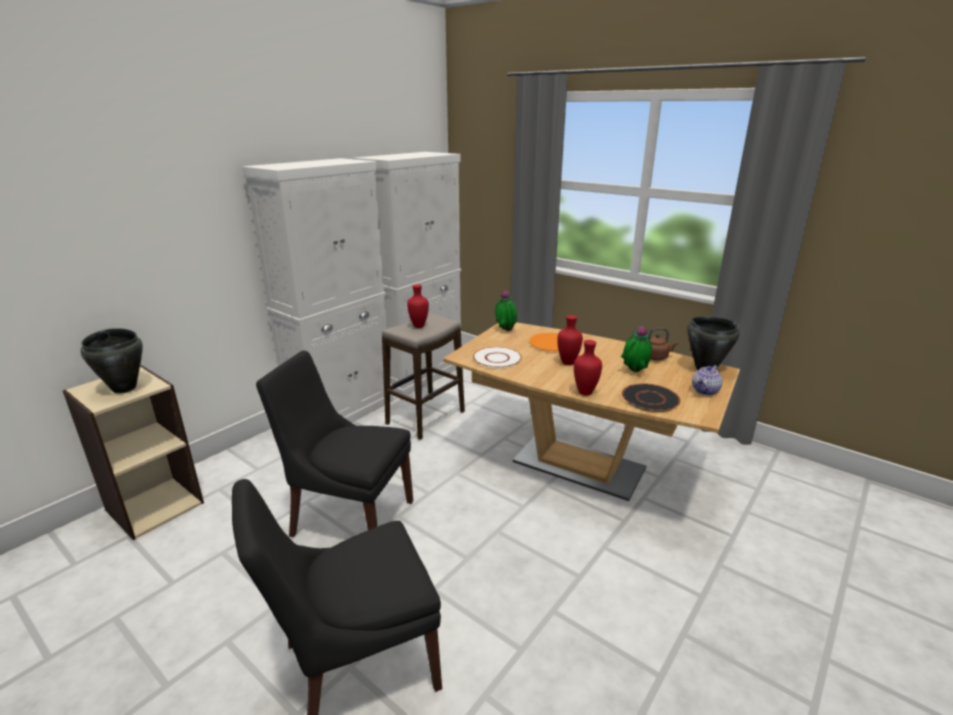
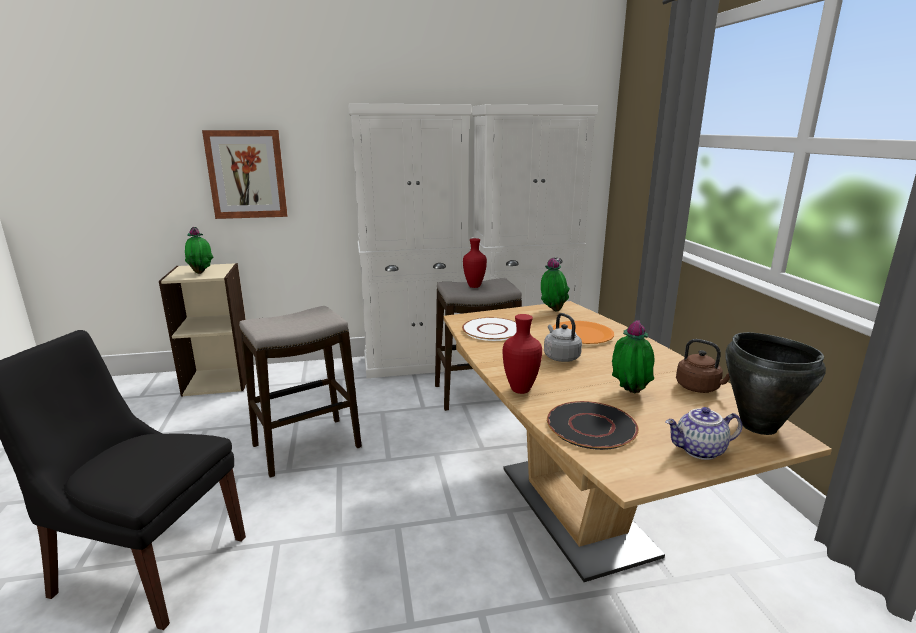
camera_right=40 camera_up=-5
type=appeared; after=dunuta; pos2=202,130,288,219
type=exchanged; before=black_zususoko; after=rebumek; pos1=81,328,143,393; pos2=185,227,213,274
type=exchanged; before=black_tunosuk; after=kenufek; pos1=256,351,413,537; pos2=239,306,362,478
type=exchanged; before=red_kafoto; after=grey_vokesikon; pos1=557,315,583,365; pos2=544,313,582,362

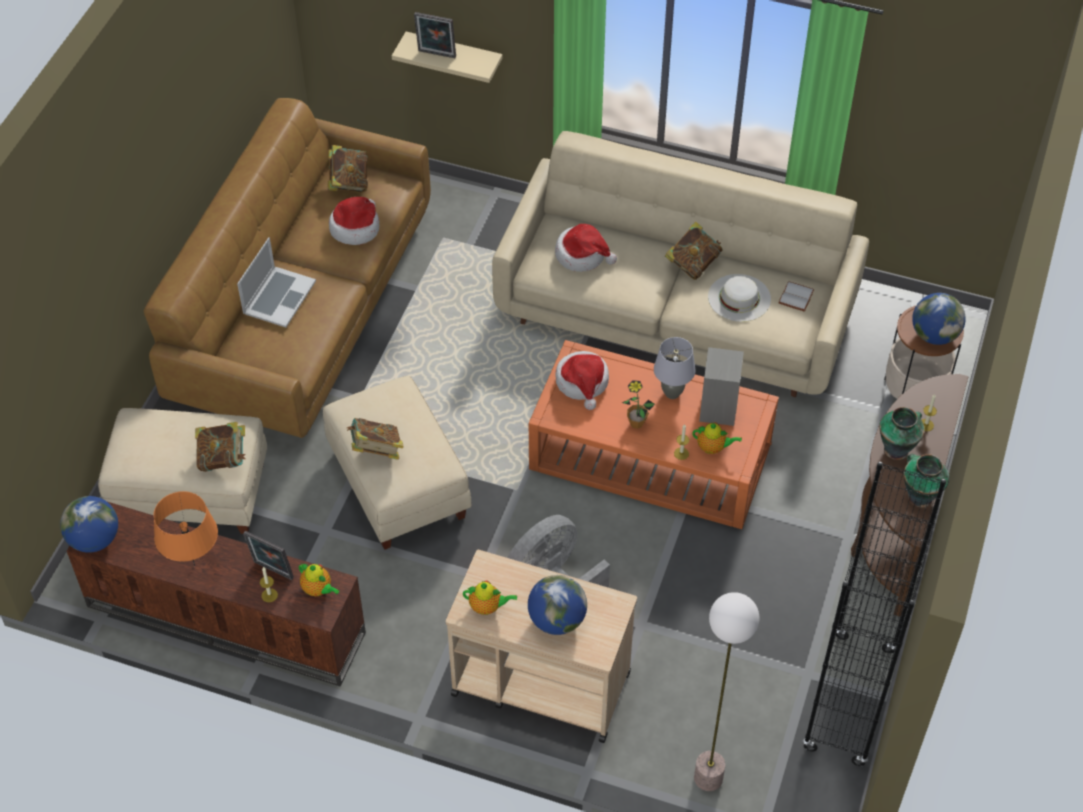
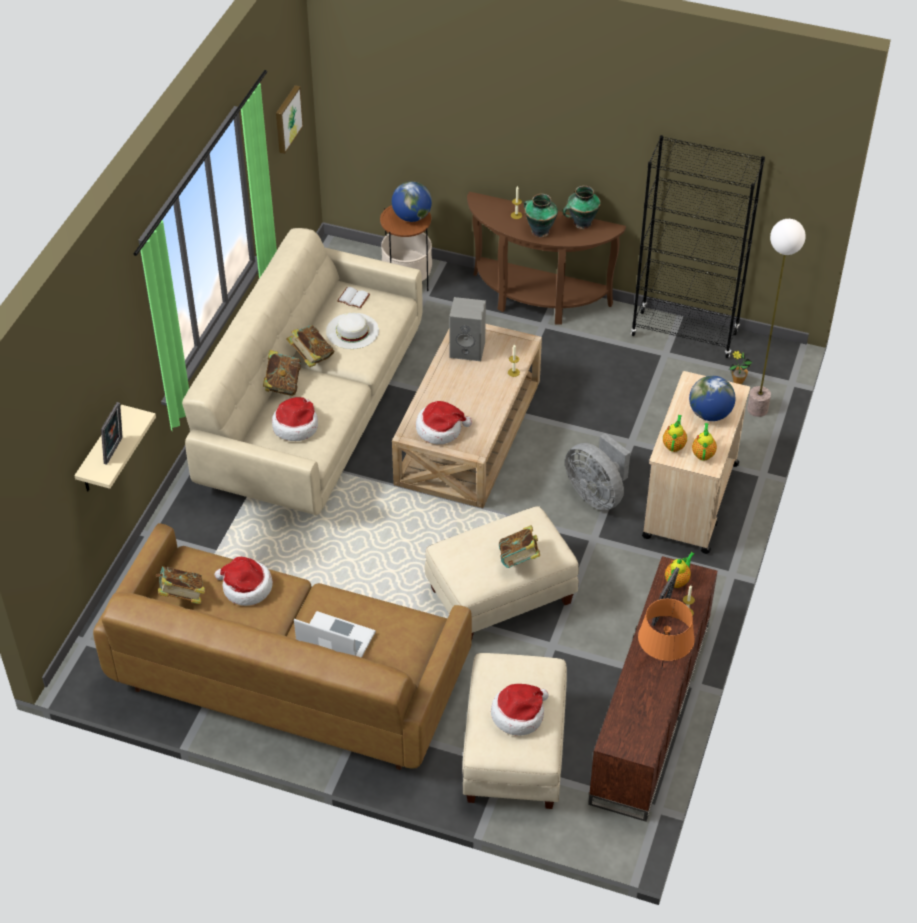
camera_right=-90 camera_up=-5
type=missing; before=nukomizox; pos1=60,496,118,553
type=missing; before=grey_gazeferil; pos1=654,337,696,399
type=appeared; after=dunuta; pos2=276,85,304,154
type=appeared; after=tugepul; pos2=491,684,549,736
type=relocated; before=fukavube; pos1=195,422,246,472; pos2=263,350,301,396
type=relocated; before=rebumek; pos1=621,380,655,429; pos2=729,350,752,384
type=relocated; before=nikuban; pos1=692,422,742,454; pos2=663,415,687,452
type=colour; before=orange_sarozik; after=beige_sarozik; pos1=529,340,779,529; pos2=392,324,542,508

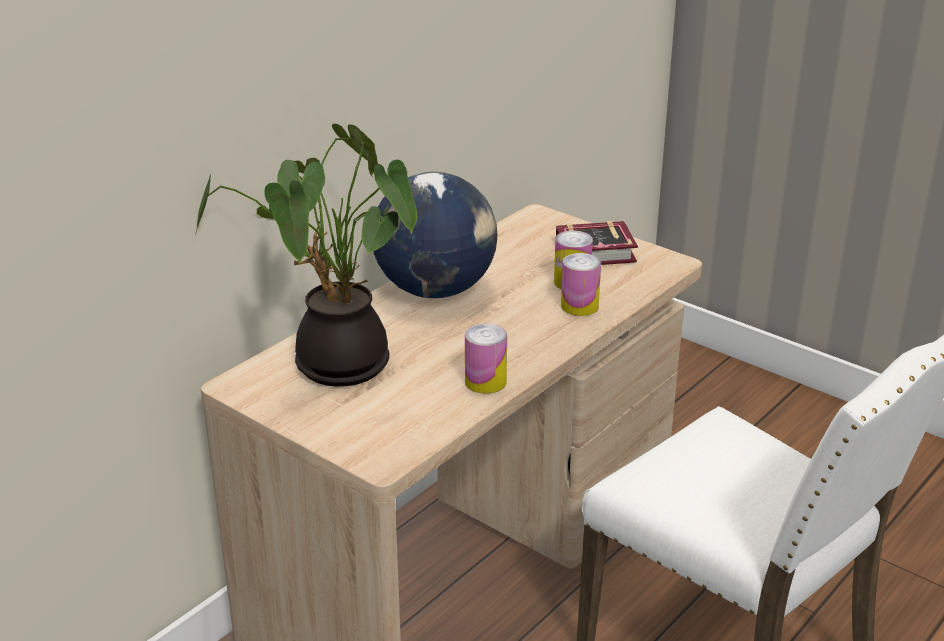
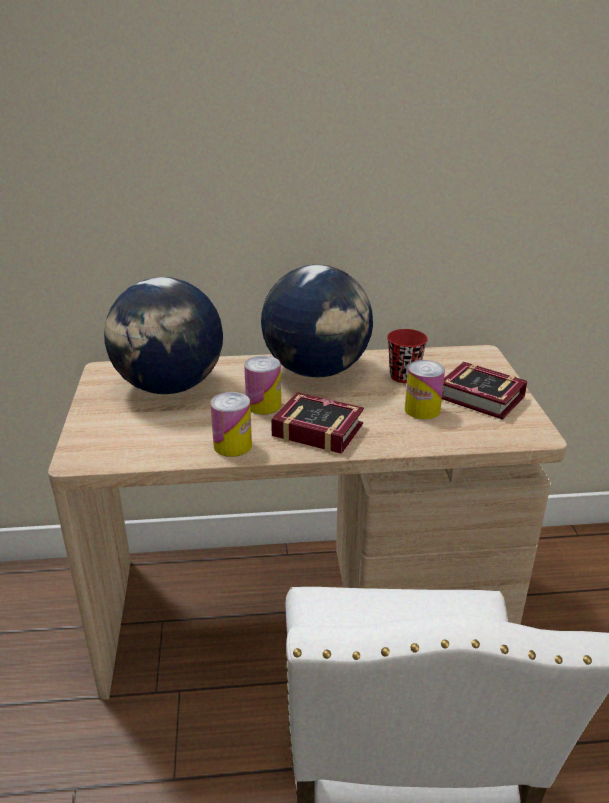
camera_right=45 camera_up=0
type=appeared; after=fukavube; pos2=271,392,364,454
type=appeared; after=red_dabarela; pos2=387,329,428,383
type=relocated; before=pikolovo; pos1=561,253,601,316; pos2=244,356,281,415
type=exchanged; before=rebumek; after=nukomizox; pos1=195,124,417,387; pos2=104,277,223,394

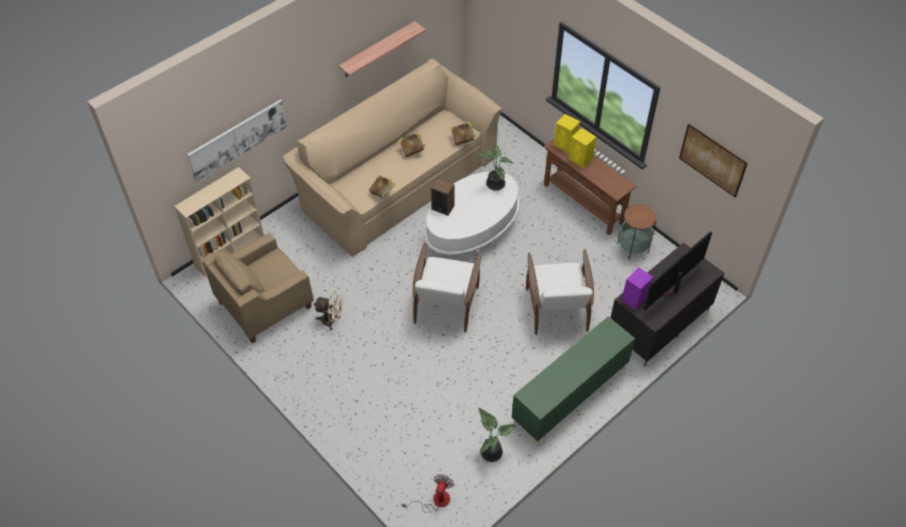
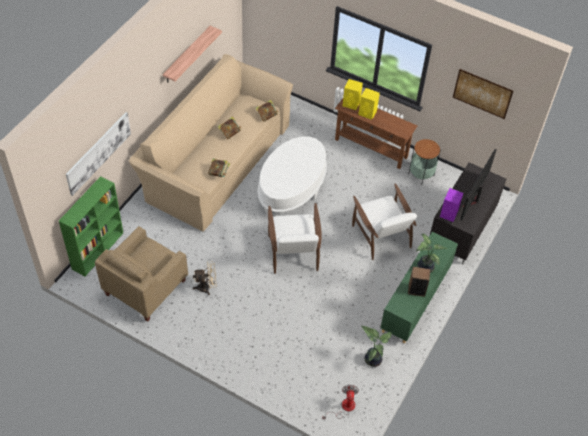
camera_right=-20 camera_up=0
type=relocated; before=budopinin; pos1=431,178,454,216; pos2=408,267,430,297
type=relocated; before=rebumek; pos1=476,145,514,191; pos2=416,234,447,273
type=colour; before=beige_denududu; after=green_denududu; pos1=174,167,264,277; pos2=59,176,123,276

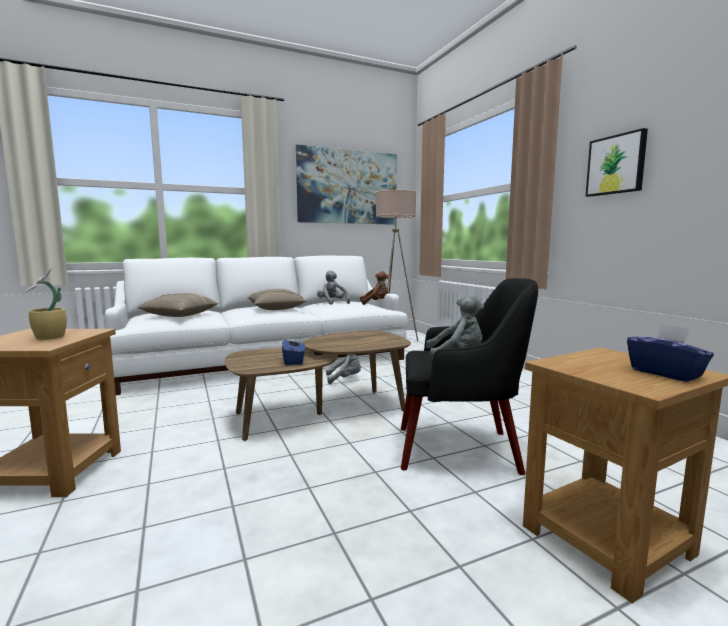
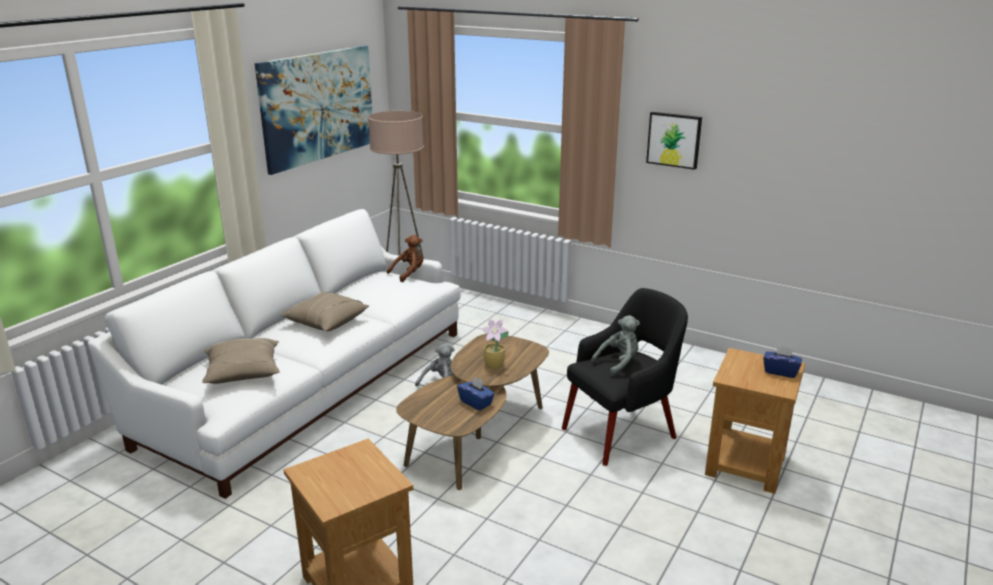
camera_right=-35 camera_up=15
type=missing; before=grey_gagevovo; pos1=317,270,350,305
type=relocated; before=rebumek; pos1=25,267,67,340; pos2=481,318,509,369

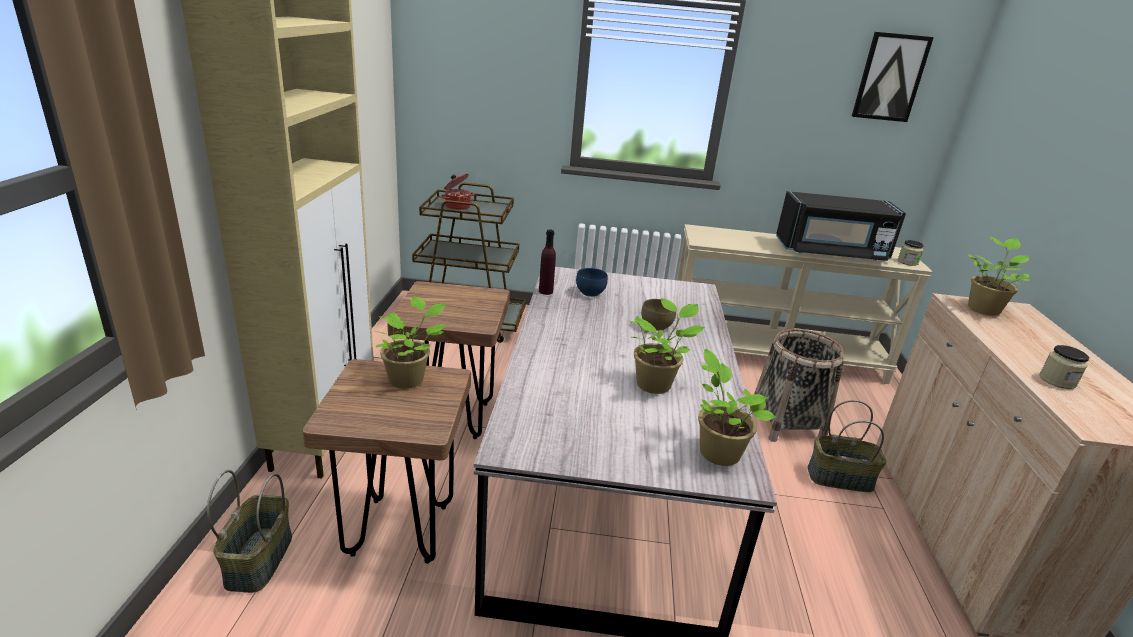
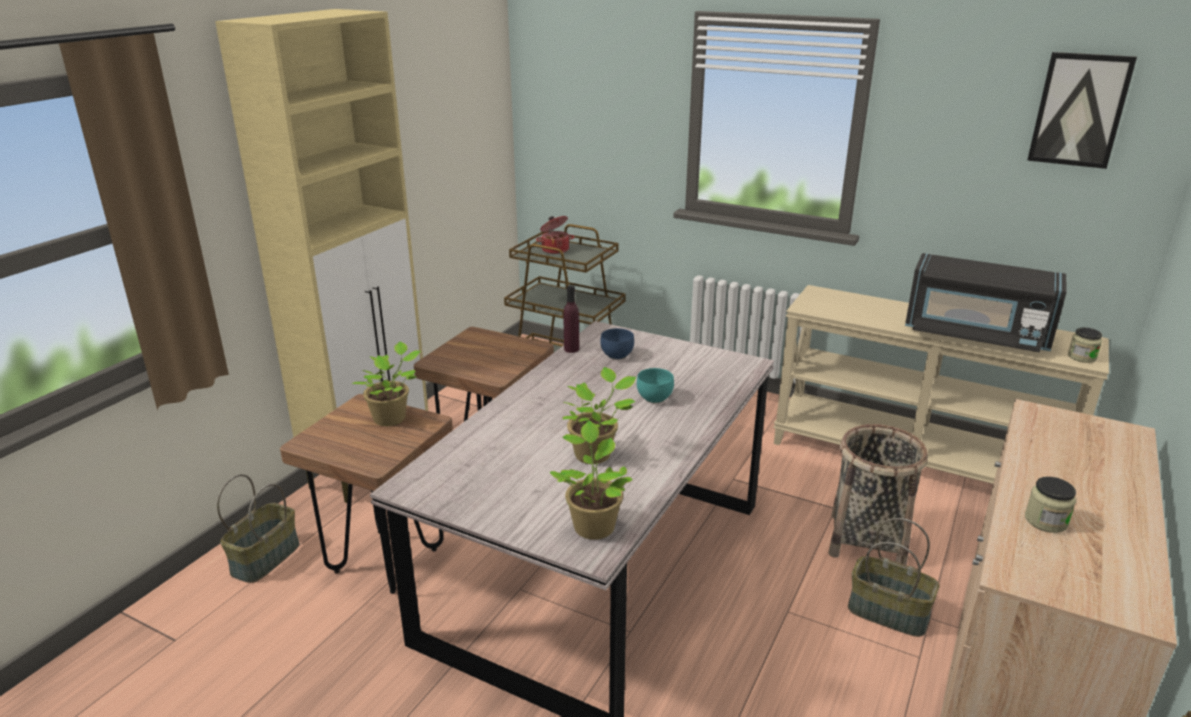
camera_right=25 camera_up=0
type=missing; before=rebumek; pos1=968,236,1031,316
type=colour; before=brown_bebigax; after=turquoise_bebigax; pos1=641,299,676,331; pos2=637,368,674,403

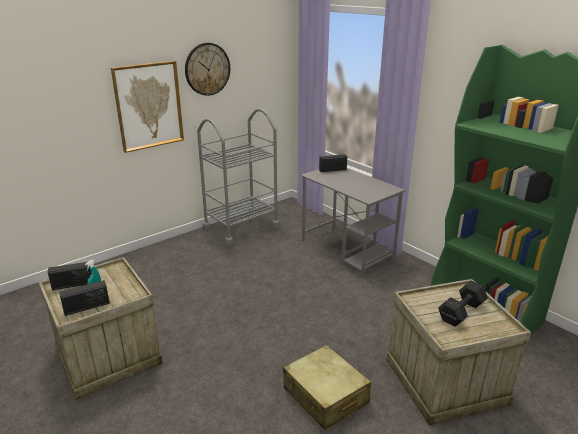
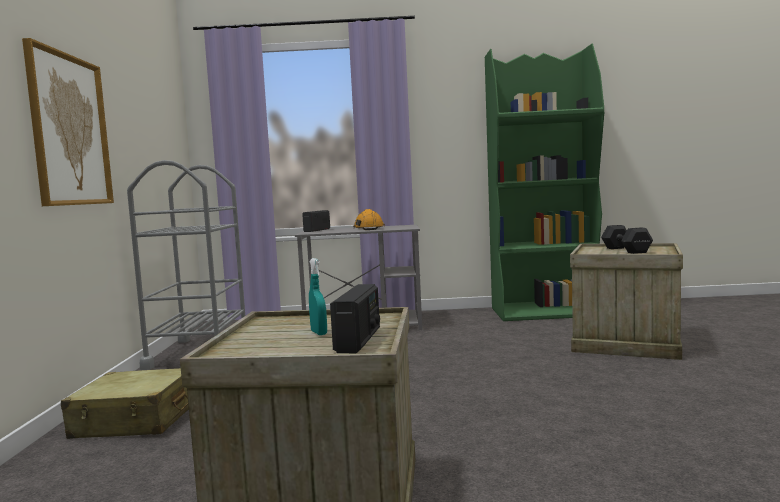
camera_right=-50 camera_up=-20
type=missing; before=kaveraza; pos1=48,262,91,290
type=missing; before=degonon; pos1=185,43,230,96
type=appeared; after=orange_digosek; pos2=353,209,385,230
type=relocated; before=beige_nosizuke; pos1=283,345,371,430; pos2=61,368,189,439

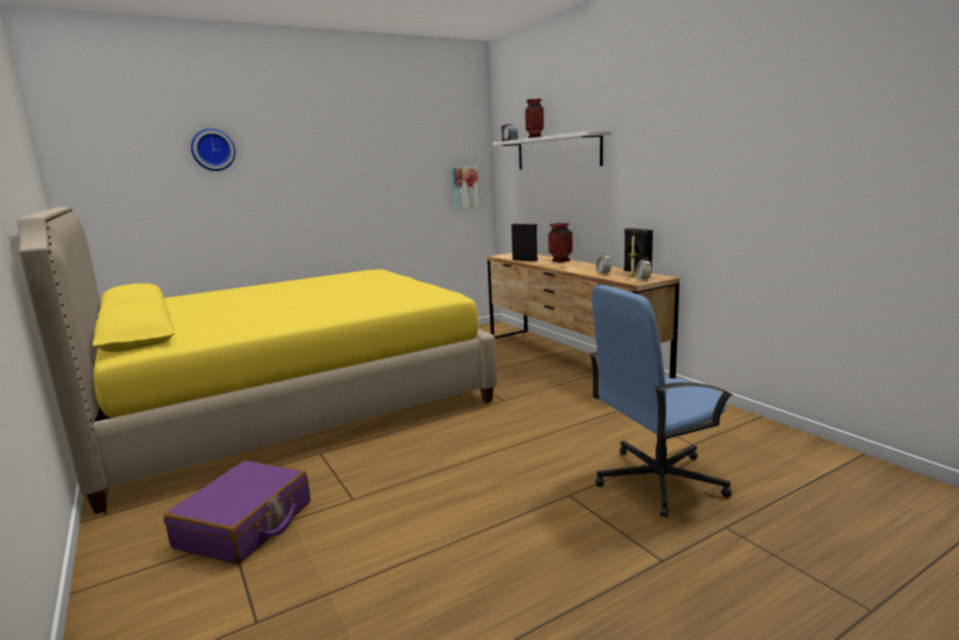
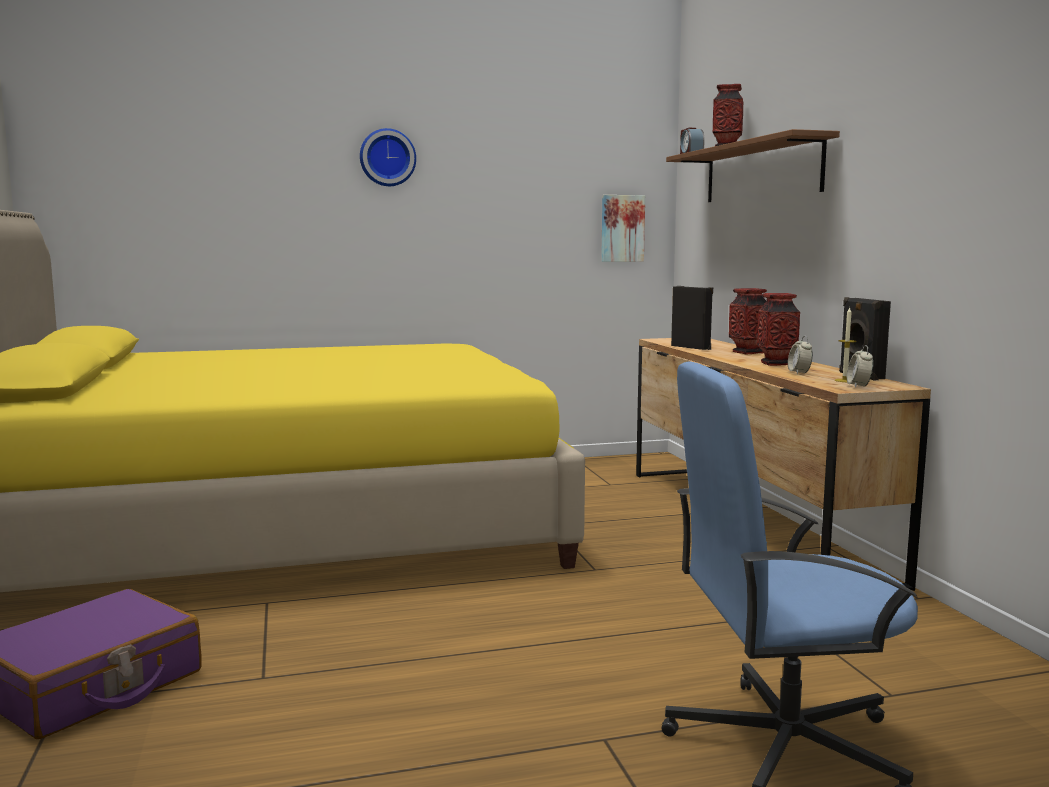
camera_right=15 camera_up=-5
type=appeared; after=kafoto; pos2=757,293,800,366
type=relocated; before=degonon; pos1=191,129,236,171; pos2=360,128,416,186
type=colour; before=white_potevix; after=brown_potevix; pos1=493,131,611,169; pos2=666,129,840,202

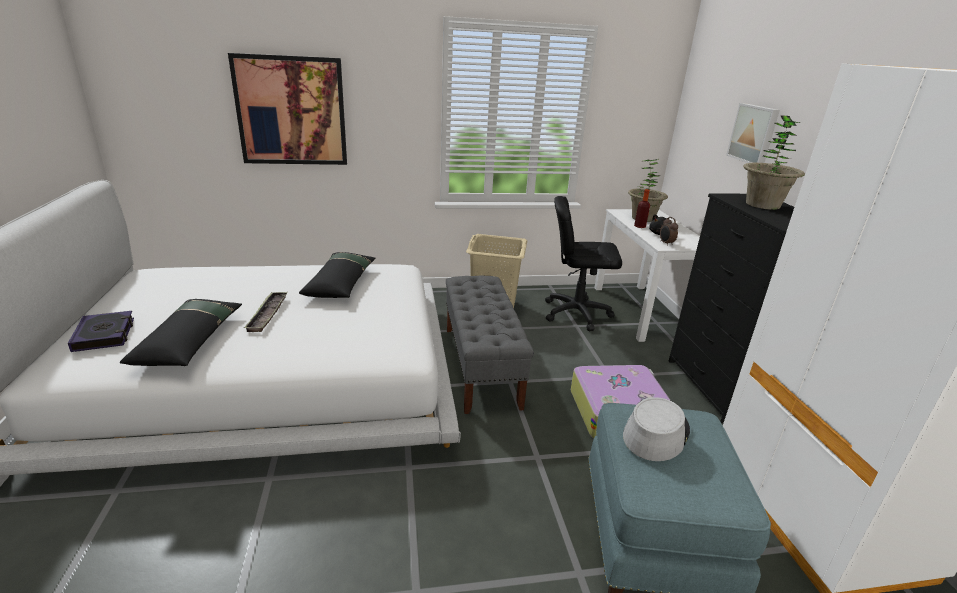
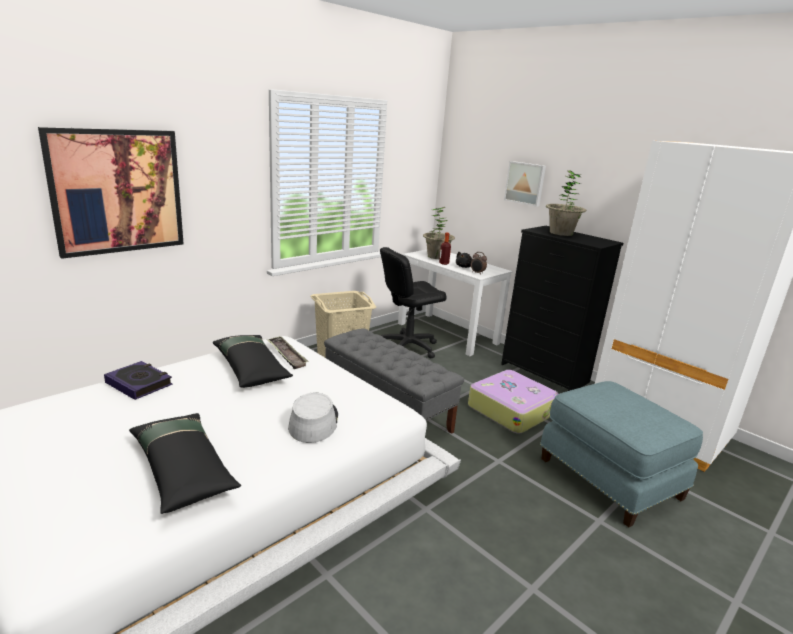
camera_right=-35 camera_up=-5
type=relocated; before=fukavube; pos1=68,311,134,352; pos2=104,361,173,400
type=relocated; before=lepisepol; pos1=244,292,288,332; pos2=267,336,309,369
type=relocated; before=grey_tugepul; pos1=623,397,690,461; pos2=288,393,338,443

